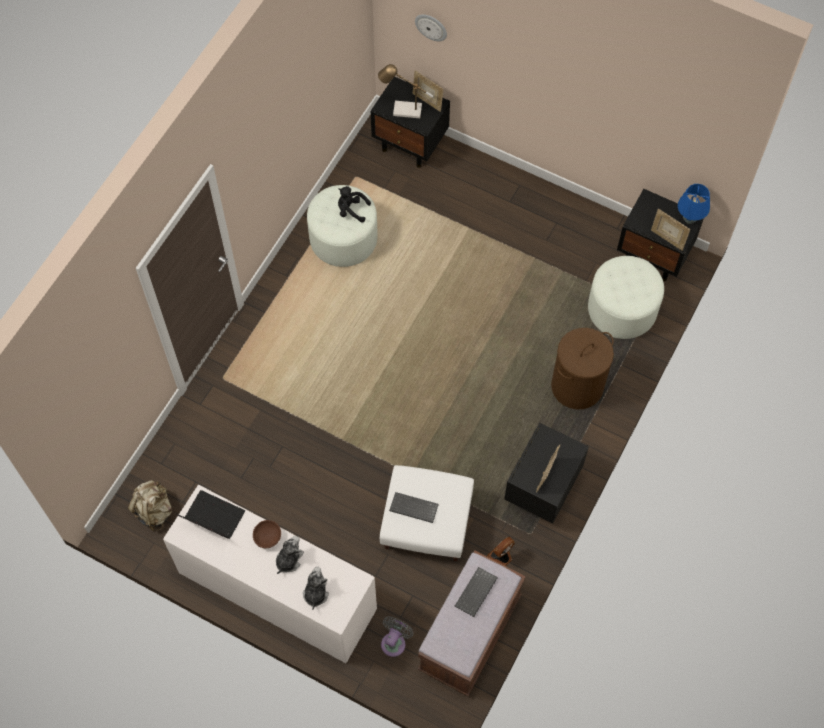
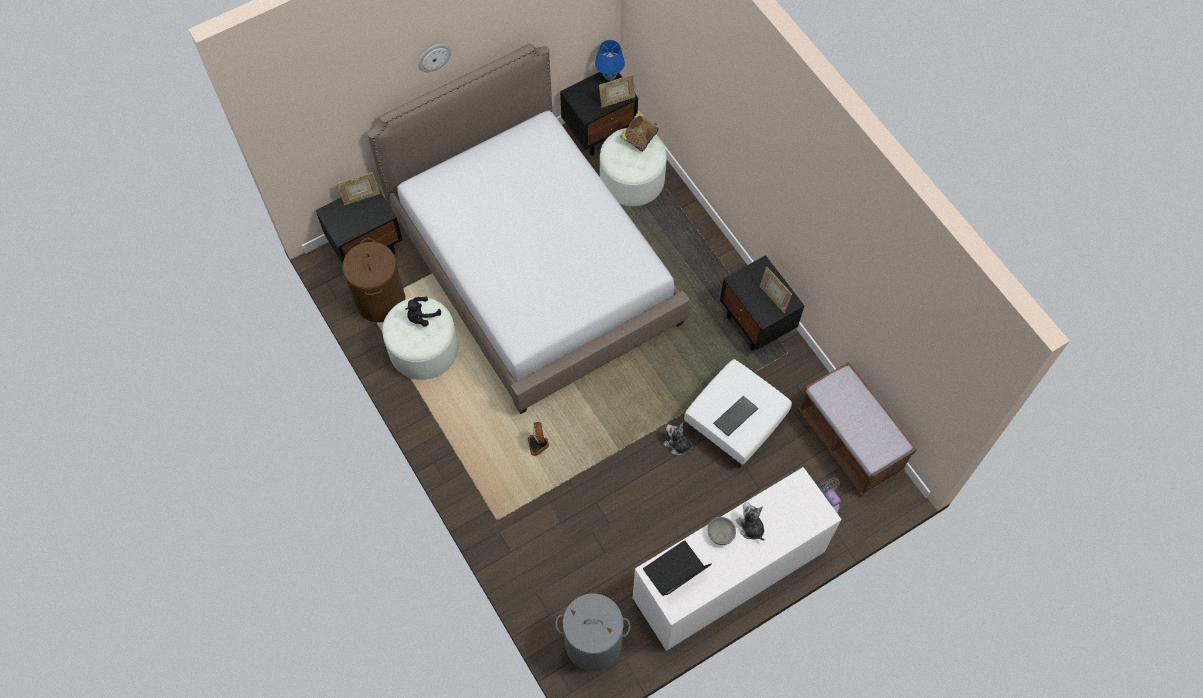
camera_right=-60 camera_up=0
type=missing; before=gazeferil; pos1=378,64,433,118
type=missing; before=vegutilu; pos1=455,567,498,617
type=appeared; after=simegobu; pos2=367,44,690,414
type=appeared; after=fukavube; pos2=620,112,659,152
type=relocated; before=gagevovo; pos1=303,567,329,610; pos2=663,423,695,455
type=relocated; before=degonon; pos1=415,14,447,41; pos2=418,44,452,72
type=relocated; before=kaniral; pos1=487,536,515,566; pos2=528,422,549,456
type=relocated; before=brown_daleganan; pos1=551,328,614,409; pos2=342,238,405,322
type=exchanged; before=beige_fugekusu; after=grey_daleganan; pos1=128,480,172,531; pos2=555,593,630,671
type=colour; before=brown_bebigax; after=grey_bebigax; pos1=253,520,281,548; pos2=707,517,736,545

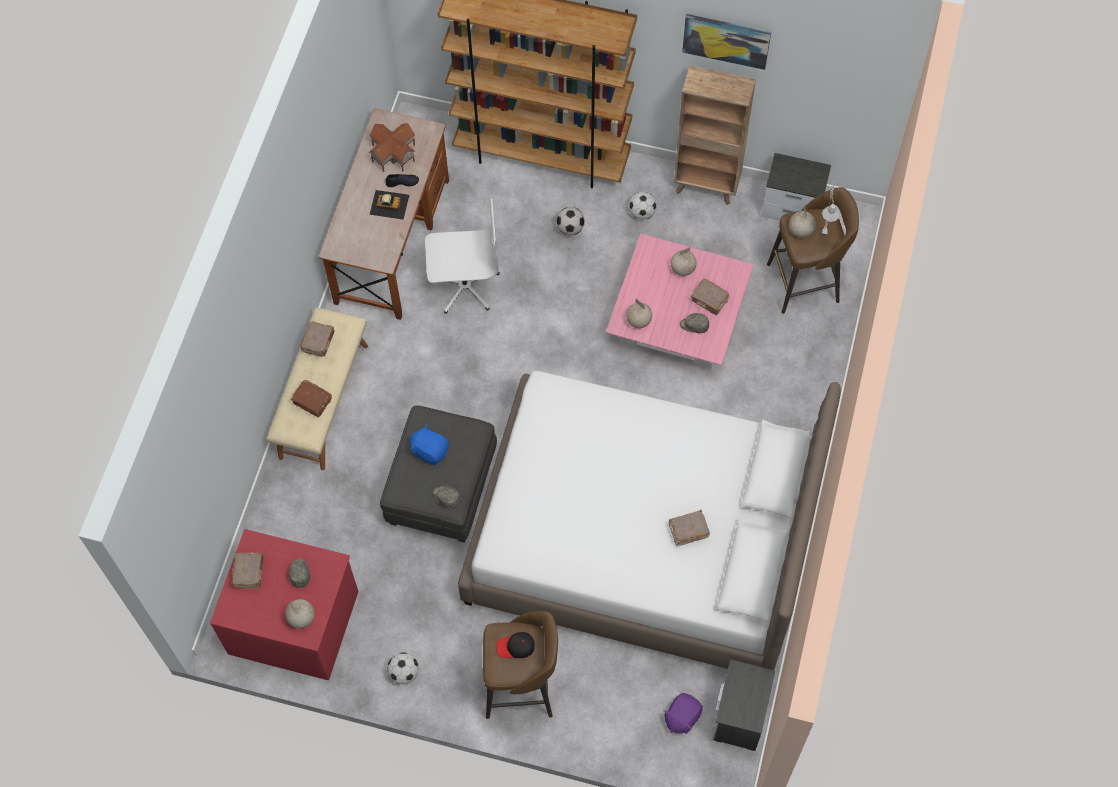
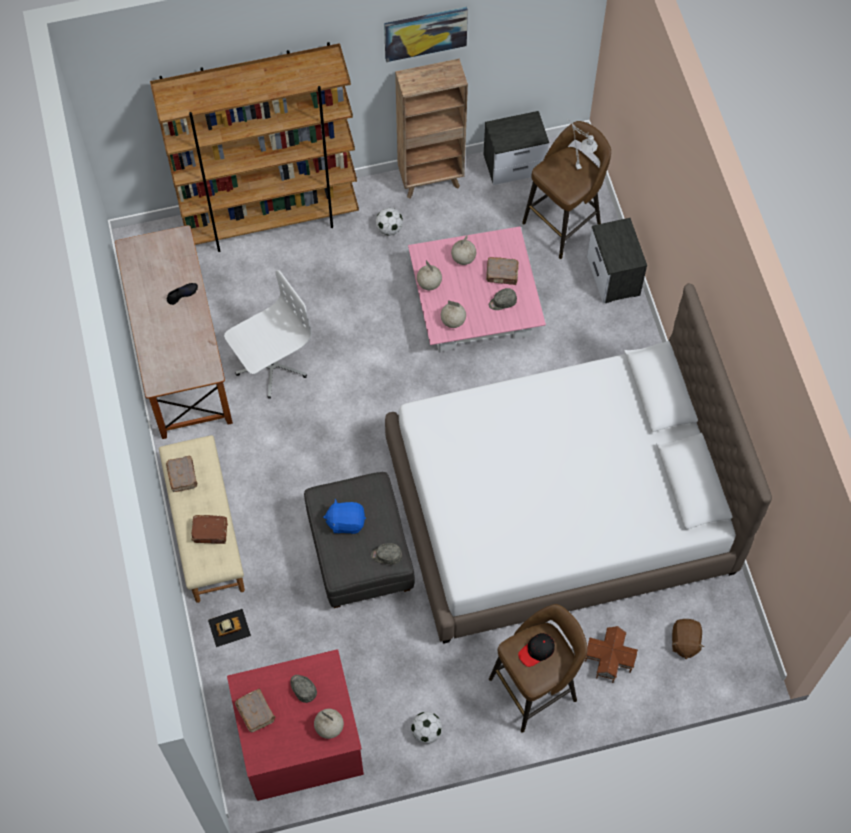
camera_right=-30 camera_up=0
type=missing; before=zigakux; pos1=556,207,585,235
type=missing; before=brown_fukavube; pos1=669,510,710,546
type=relocated; before=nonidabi; pos1=369,123,415,172; pos2=585,626,638,683
type=relocated; before=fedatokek; pos1=369,190,409,219; pos2=208,609,251,647
type=relocated; before=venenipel; pos1=711,659,775,751; pos2=587,218,647,303
type=relocated; before=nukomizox; pos1=789,205,816,238; pos2=417,260,442,290
type=colour; before=purple_gagevovo; after=brown_gagevovo; pos1=664,693,703,734; pos2=672,619,704,659

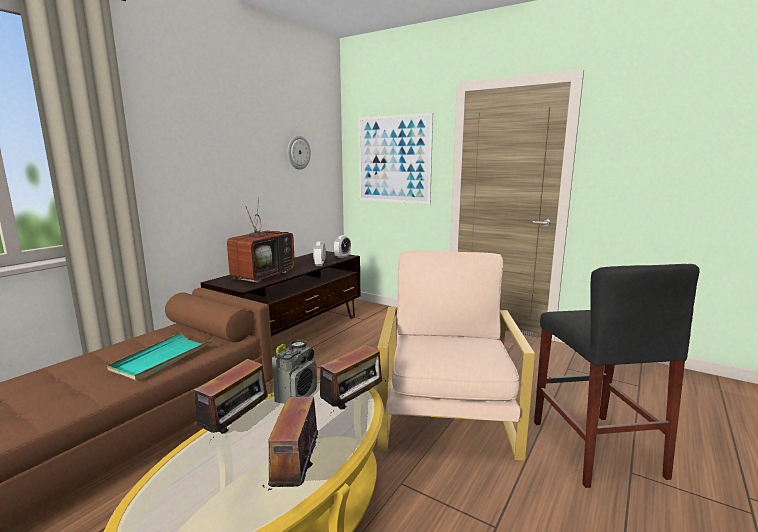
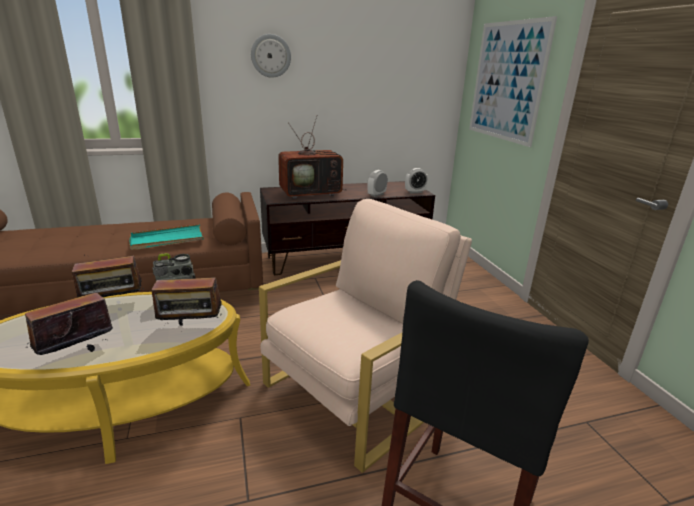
camera_right=40 camera_up=10
type=relocated; before=degonon; pos1=288,135,311,170; pos2=251,34,291,78

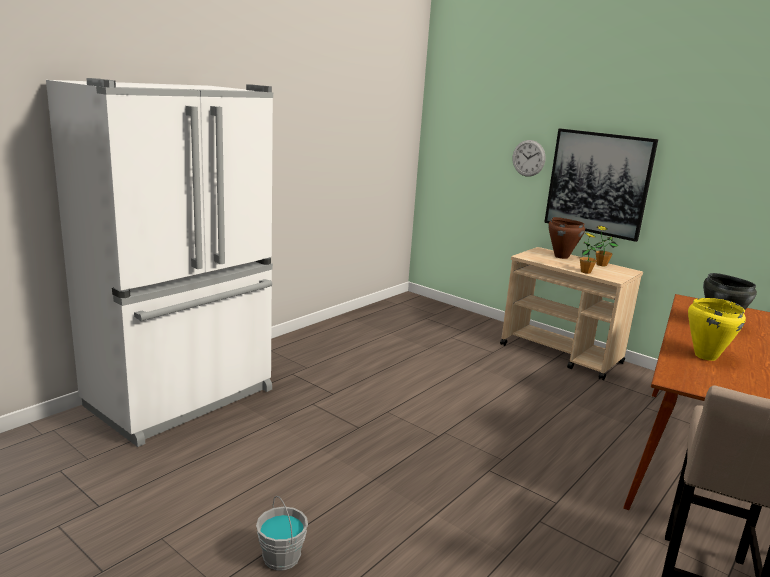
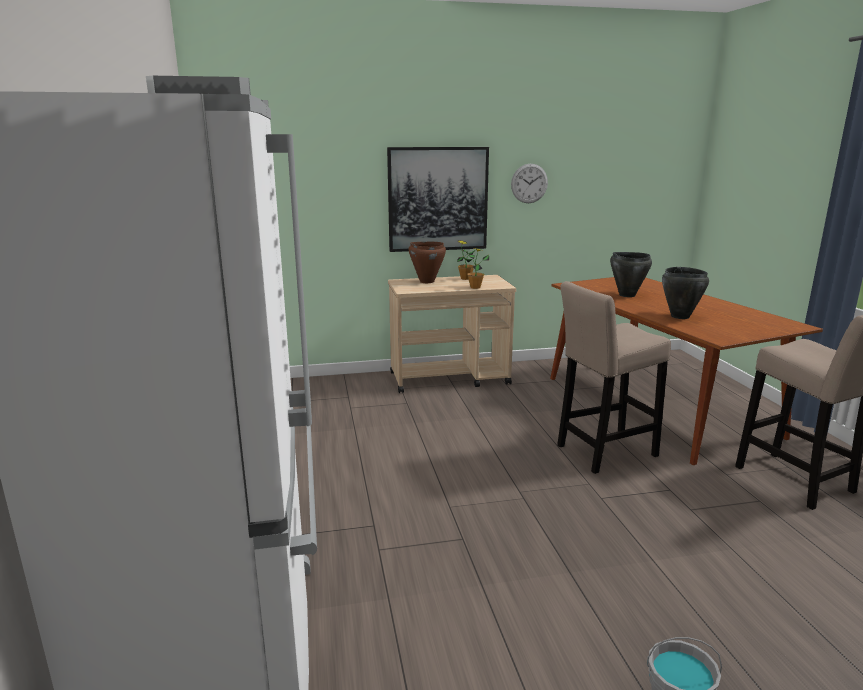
camera_right=-50 camera_up=0
type=appeared; after=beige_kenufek; pos2=557,281,671,474
type=relocated; before=degonon; pos1=513,140,545,177; pos2=511,164,548,203
type=colour; before=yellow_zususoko; after=black_zususoko; pos1=688,298,746,361; pos2=662,267,709,319

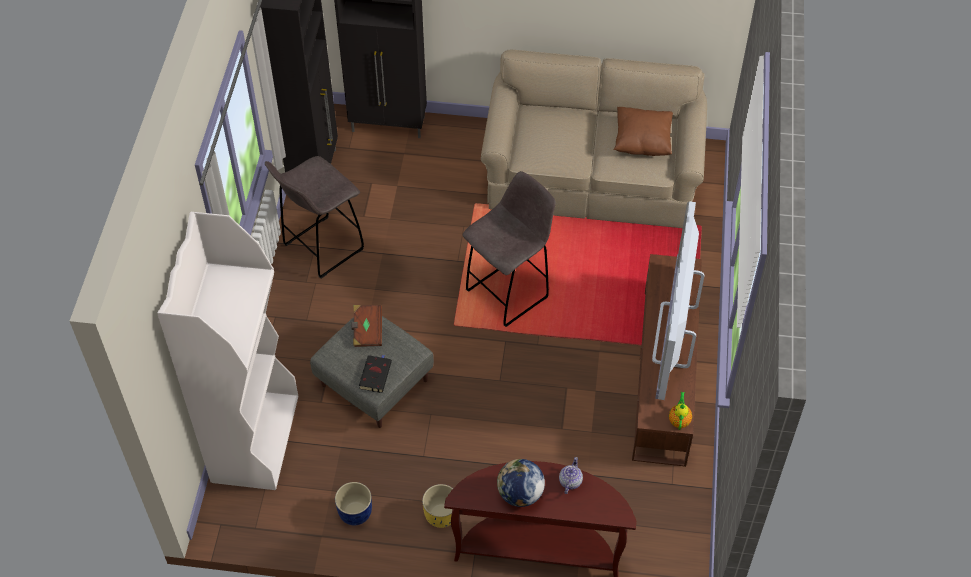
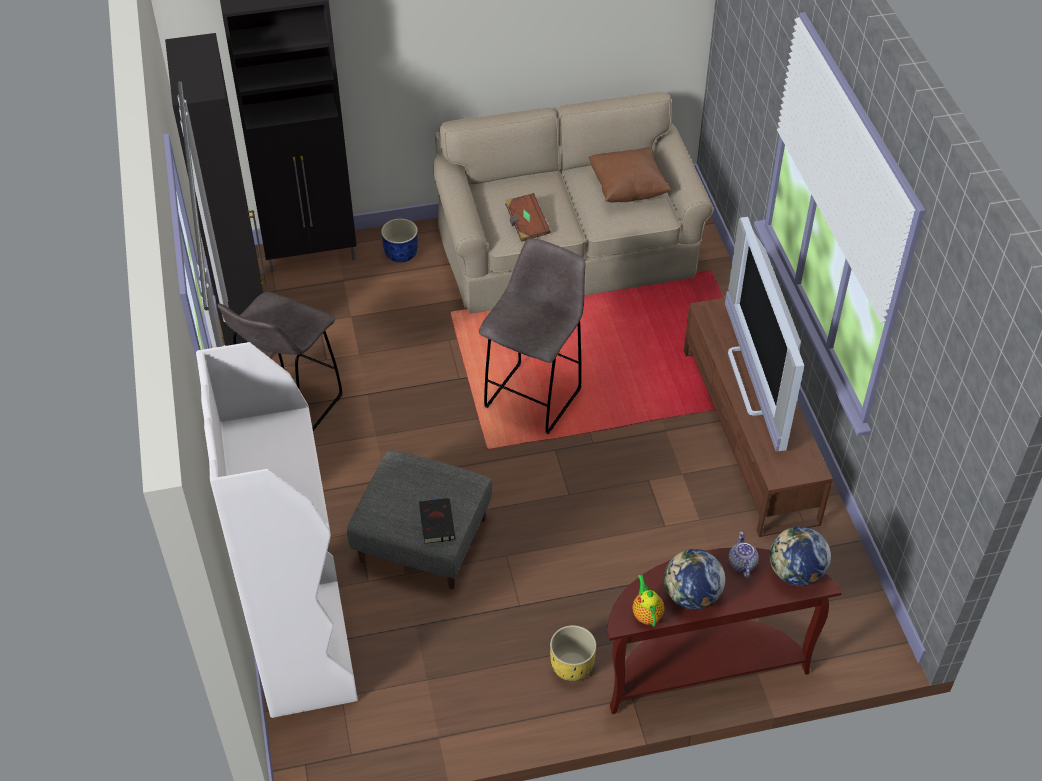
camera_right=-20 camera_up=-5
type=appeared; after=nukomizox; pos2=770,526,831,586
type=relocated; before=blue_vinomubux; pos1=335,482,372,525; pos2=381,219,418,263
type=relocated; before=brown_fukavube; pos1=351,305,382,347; pos2=505,193,551,242
type=relocated; before=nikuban; pos1=669,392,692,430; pos2=632,575,665,626

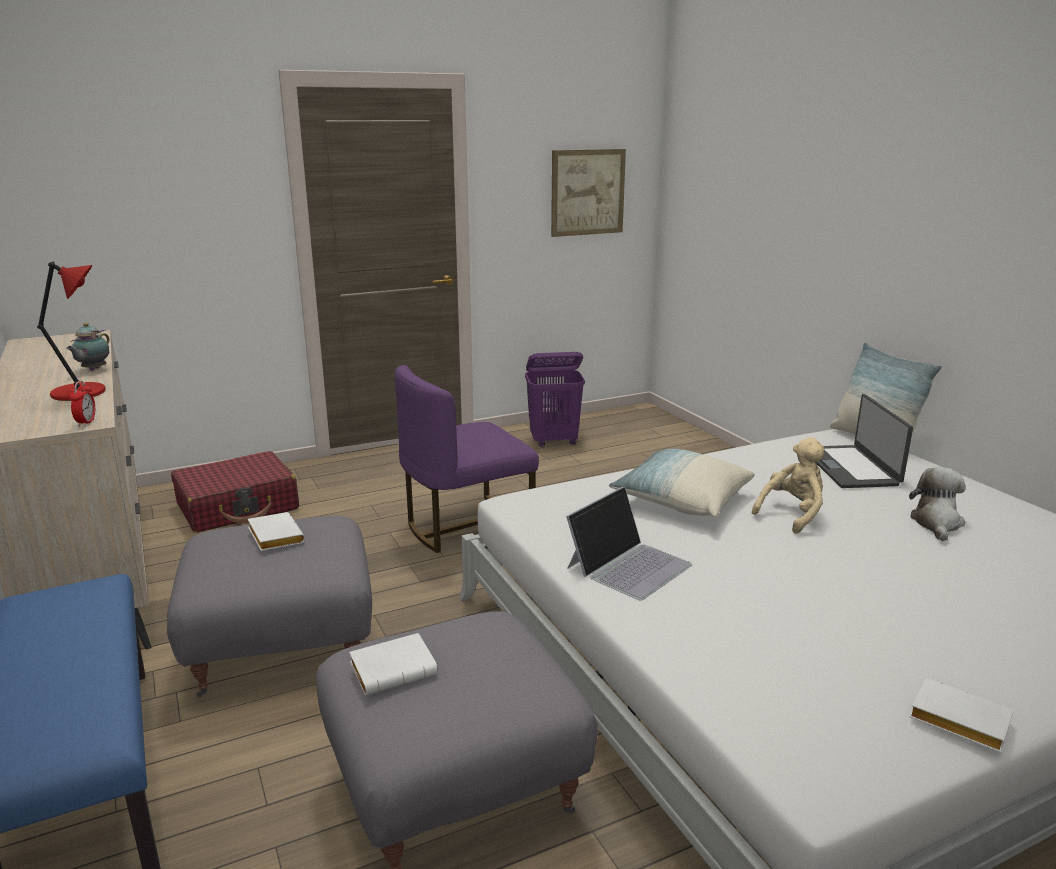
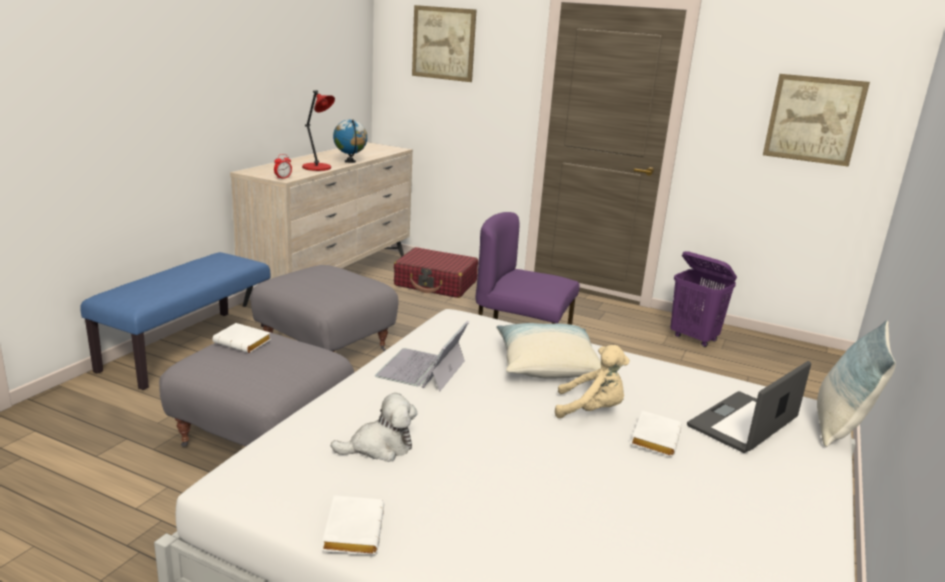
camera_right=50 camera_up=0
type=appeared; after=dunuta; pos2=412,5,477,82
type=relocated; before=white_fukavube; pos1=248,512,305,551; pos2=631,410,682,457
type=relocated; before=gagevovo; pos1=909,467,966,541; pos2=331,393,417,462
type=exchanged; before=nikuban; after=nukomizox; pos1=66,323,109,371; pos2=333,119,367,163
type=spun; before=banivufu; pos1=566,486,692,600; pos2=375,321,469,392; turn=105

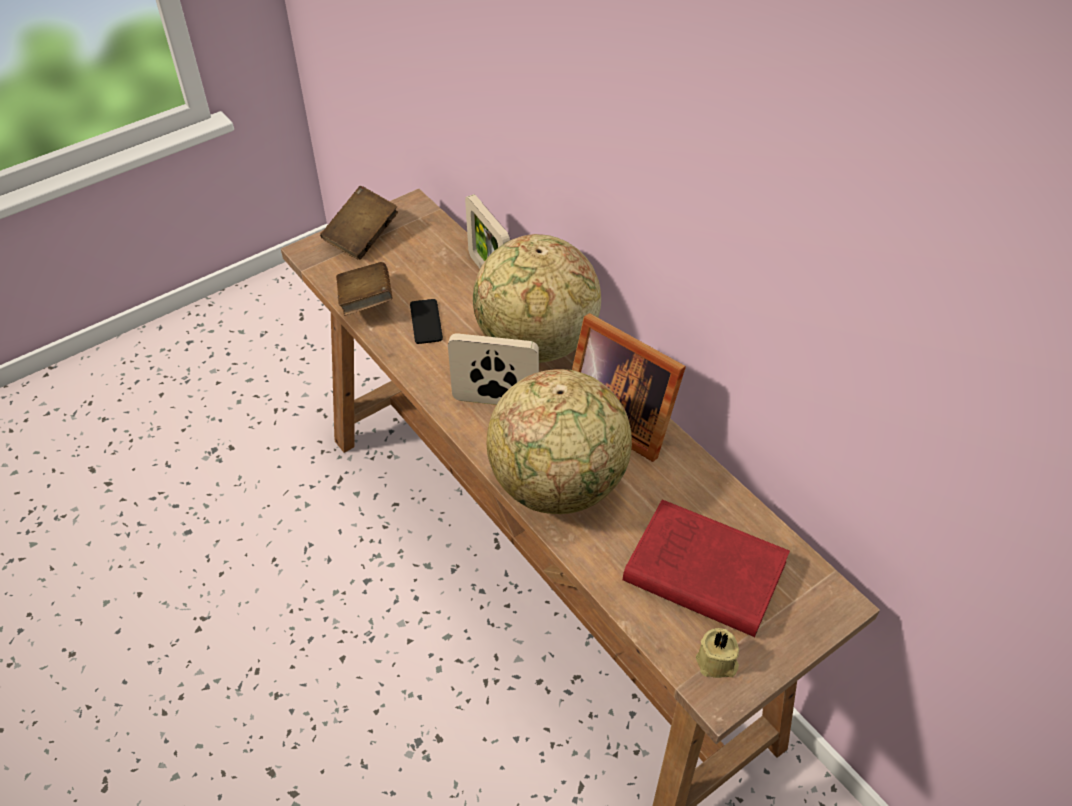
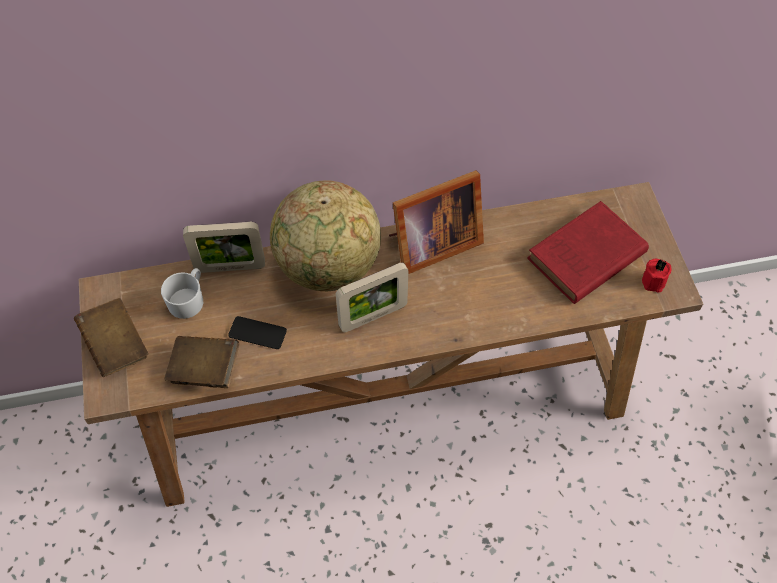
camera_right=-65 camera_up=10
type=missing; before=nukomizox; pos1=487,369,632,514
type=appeared; after=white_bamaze; pos2=161,268,203,319
type=colour; before=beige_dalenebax; after=red_dalenebax; pos1=696,628,739,678; pos2=642,259,672,293
type=spun; before=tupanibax; pos1=448,334,539,405; pos2=336,263,408,332; turn=-150

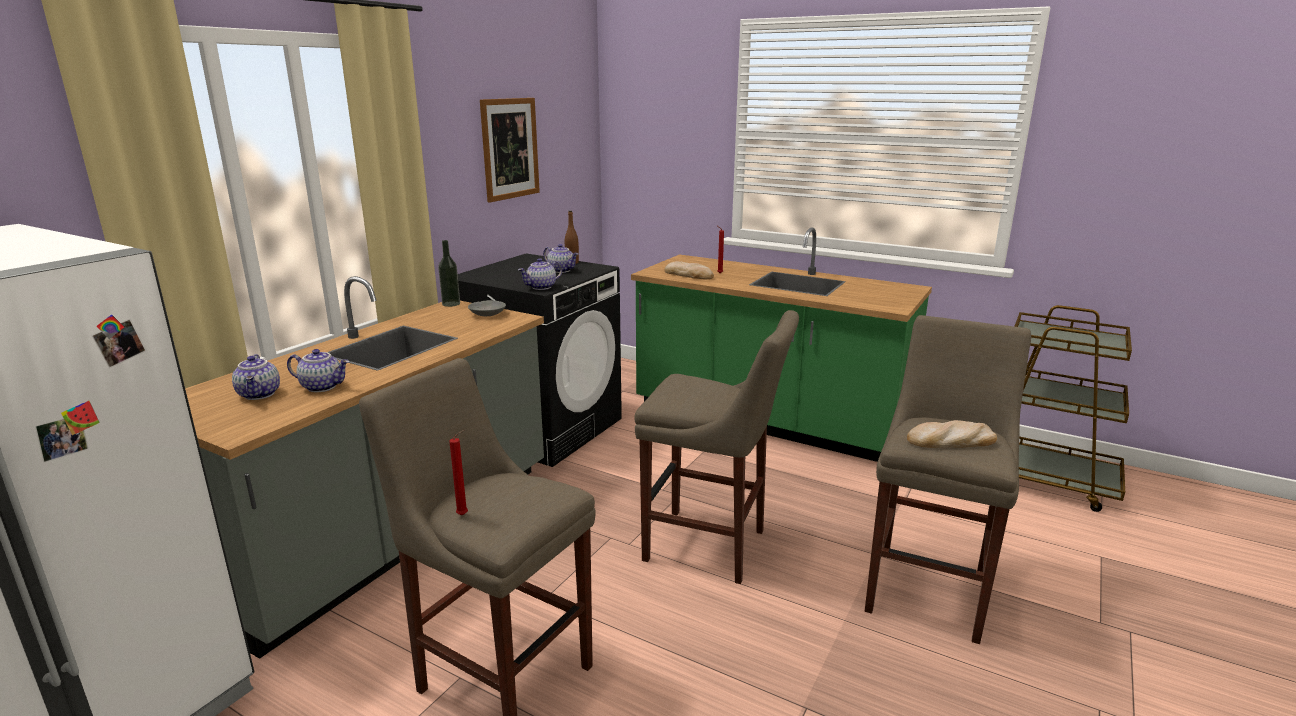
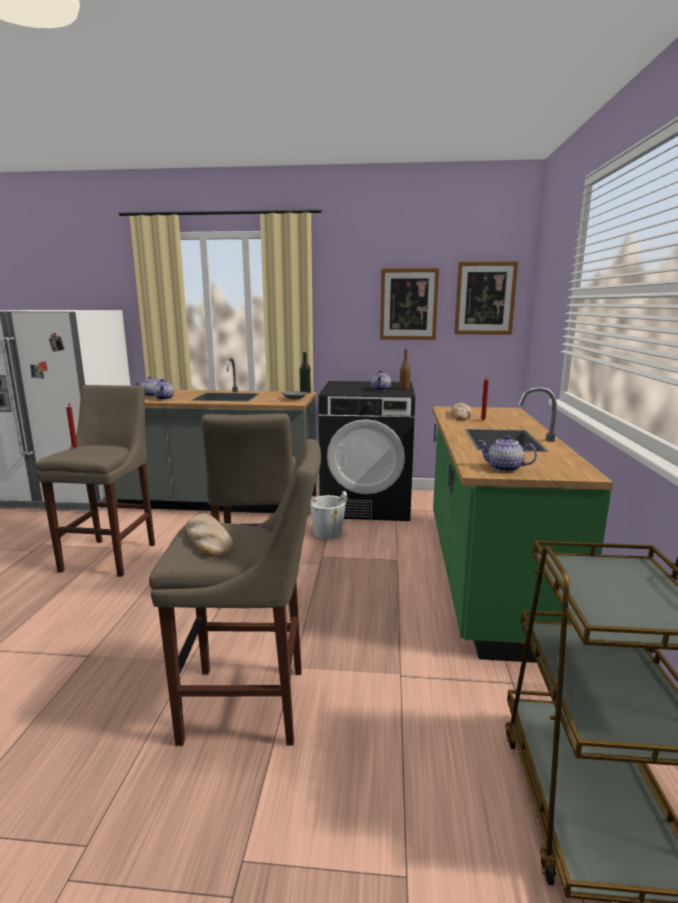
camera_right=65 camera_up=-5
type=appeared; after=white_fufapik; pos2=309,491,348,539
type=appeared; after=dunuta; pos2=454,261,518,335
type=relocated; before=nikuban; pos1=518,258,562,290; pos2=478,435,537,472

